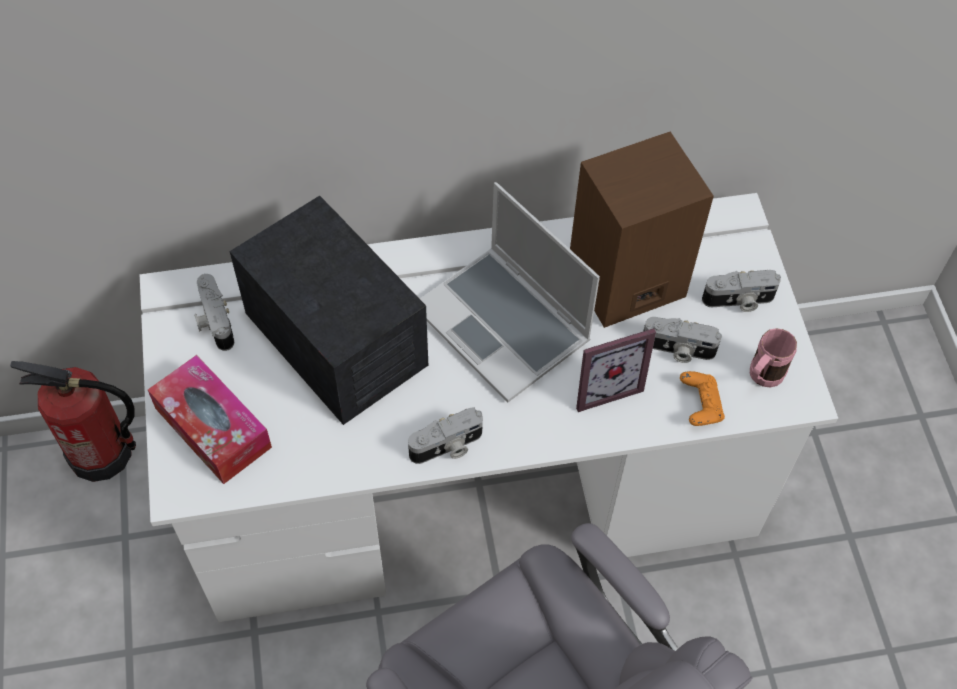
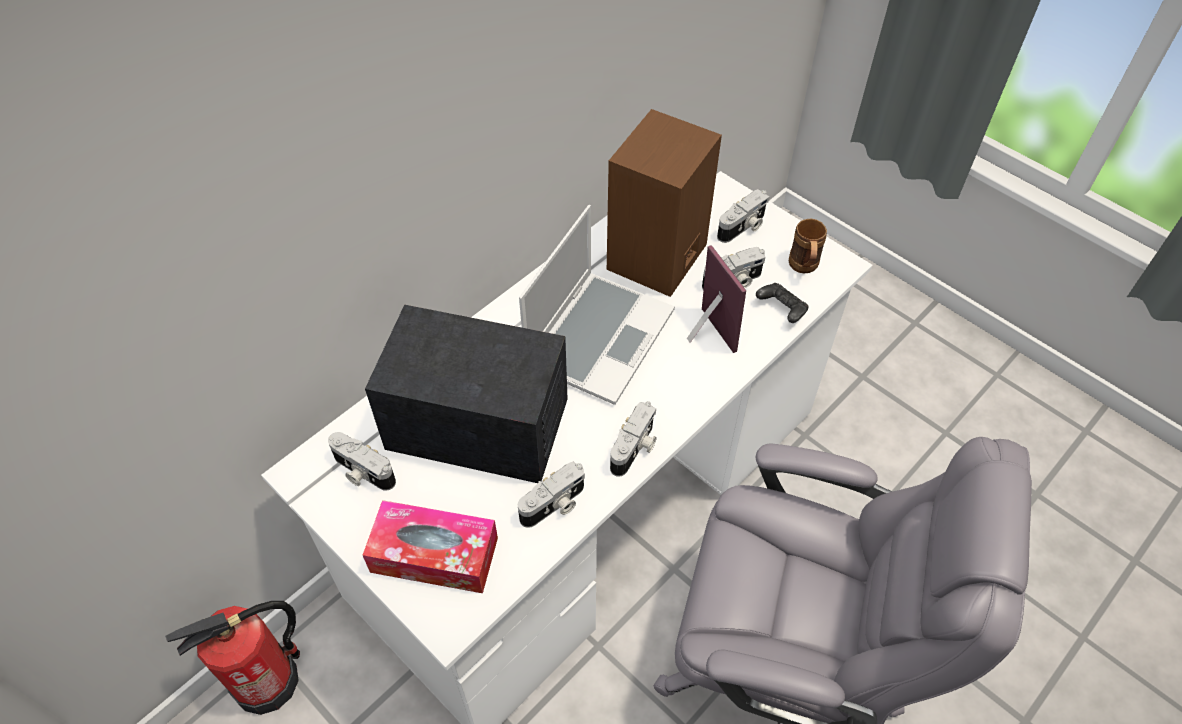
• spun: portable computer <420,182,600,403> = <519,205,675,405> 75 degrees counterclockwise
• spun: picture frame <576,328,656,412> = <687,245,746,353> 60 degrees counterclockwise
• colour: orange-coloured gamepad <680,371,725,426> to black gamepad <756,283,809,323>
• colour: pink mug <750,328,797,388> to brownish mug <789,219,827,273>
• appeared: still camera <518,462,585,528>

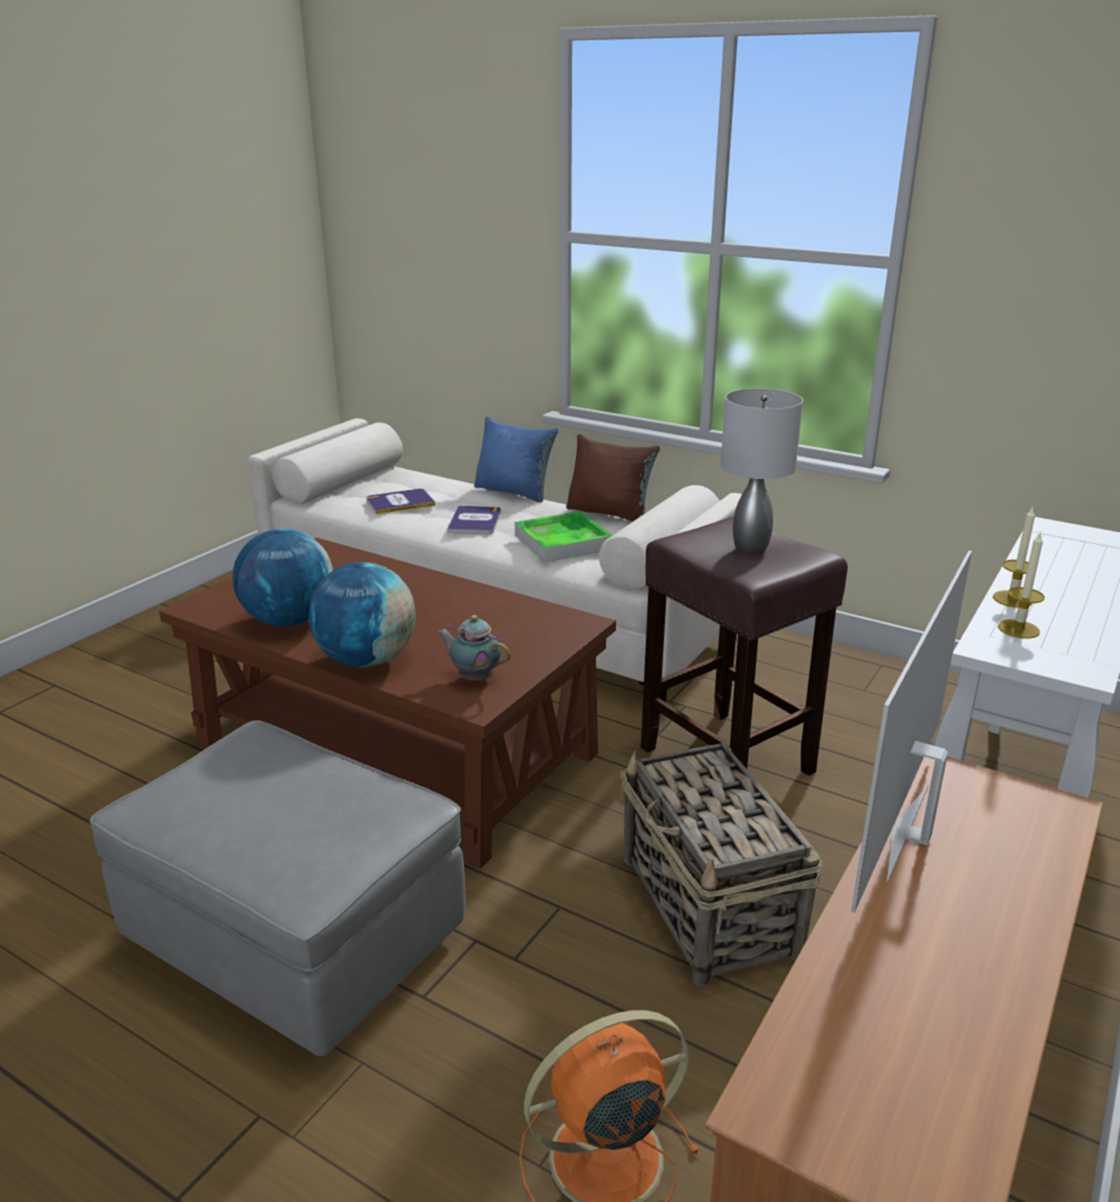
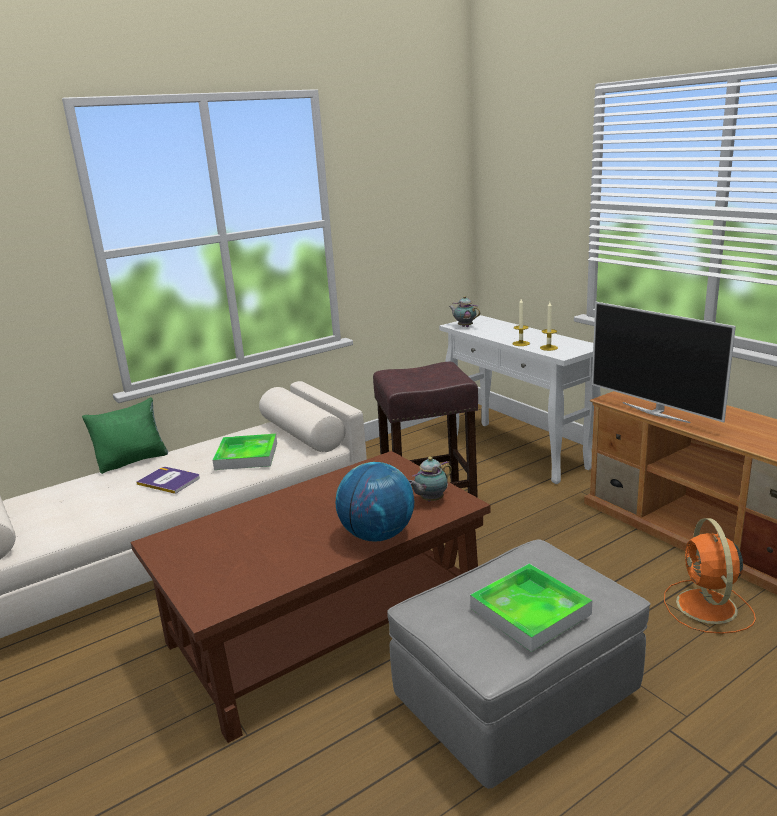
• missing: desk globe <233,528,333,627>
• missing: bound book <366,489,435,514>
• colour: bluish throw pillow <474,417,558,502> to greenish throw pillow <82,397,168,474>
• missing: brownish throw pillow <566,434,660,522>
• missing: basket <620,743,822,986>
• missing: grey table lamp <721,388,803,554>
• appeared: pot for tea <449,296,480,327>
• appeared: tray <470,564,592,652>

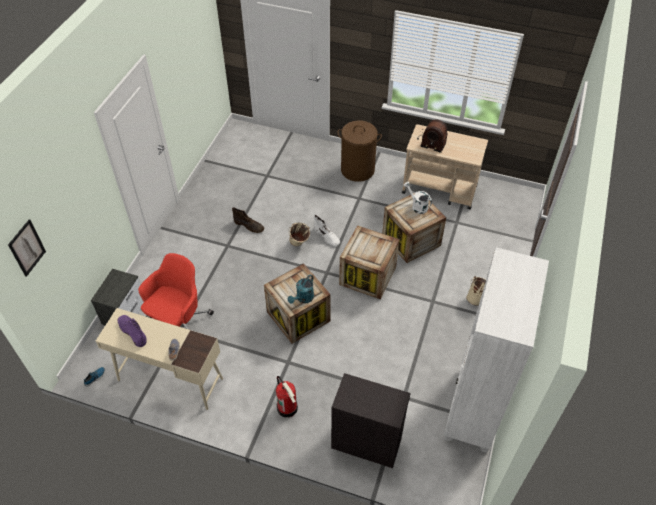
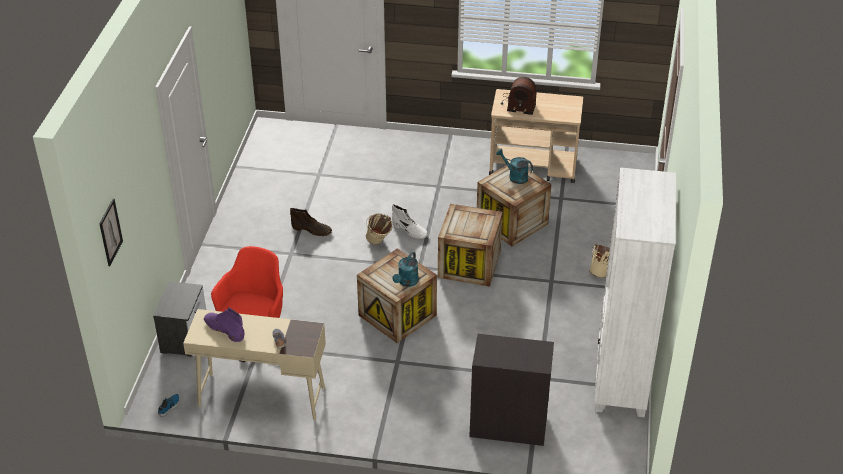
• missing: fire-fighting cylinder <276,376,298,417>
• missing: brownish hamper <337,120,382,182>
• colour: whitish sprinkling can <403,182,432,214> to turquoise-coloured sprinkling can <496,149,533,184>

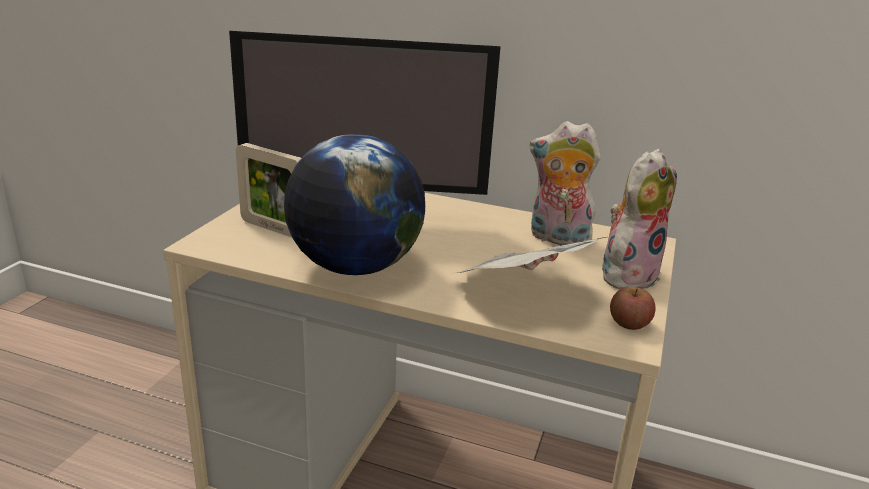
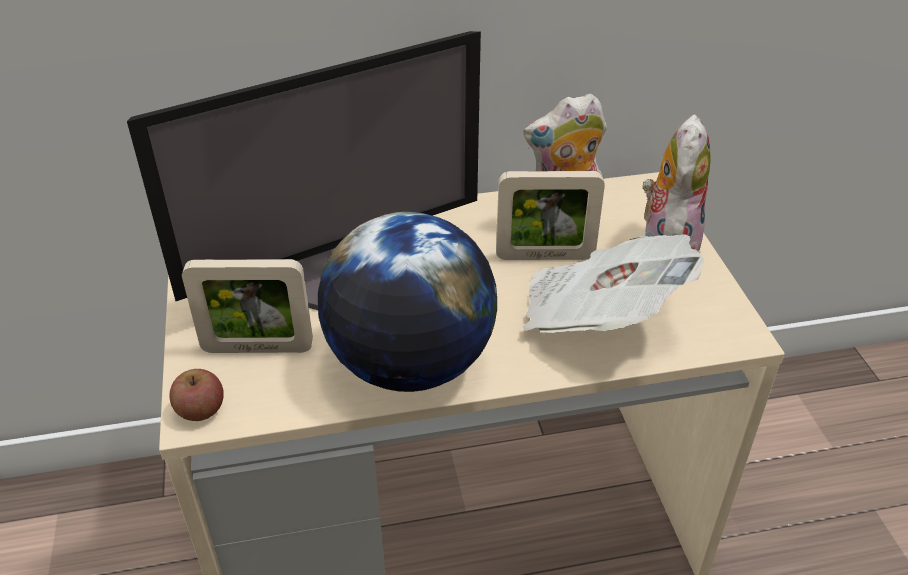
• relocated: apple <610,287,656,330> to <169,369,224,421>
• appeared: picture frame <496,171,605,260>

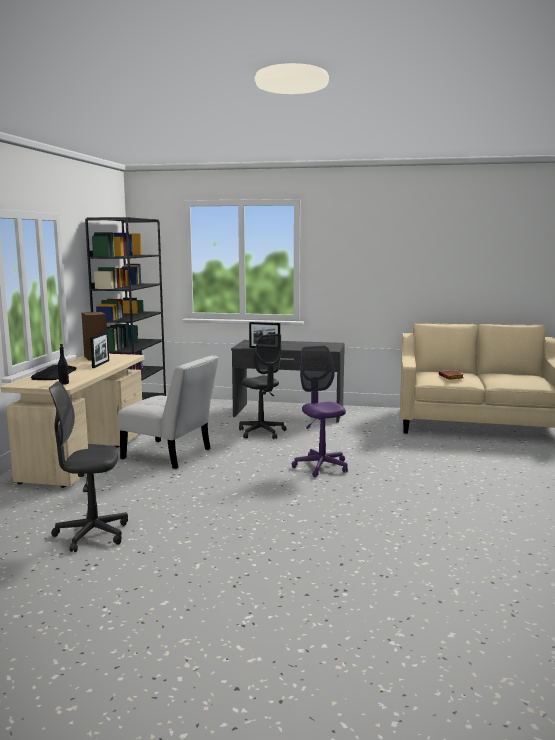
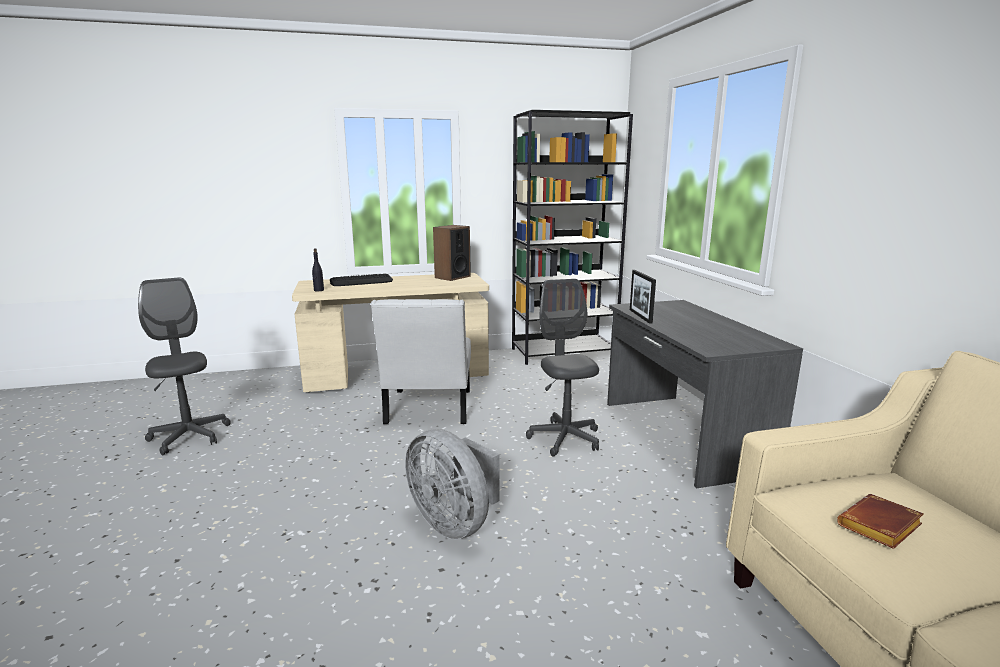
• missing: picture frame <90,332,109,368>
• spun: grey computer chair <239,334,286,439> = <526,279,599,457> 135 degrees clockwise
• exchanged: purplish computer chair <292,345,348,477> to grey electric fan <405,429,500,540>

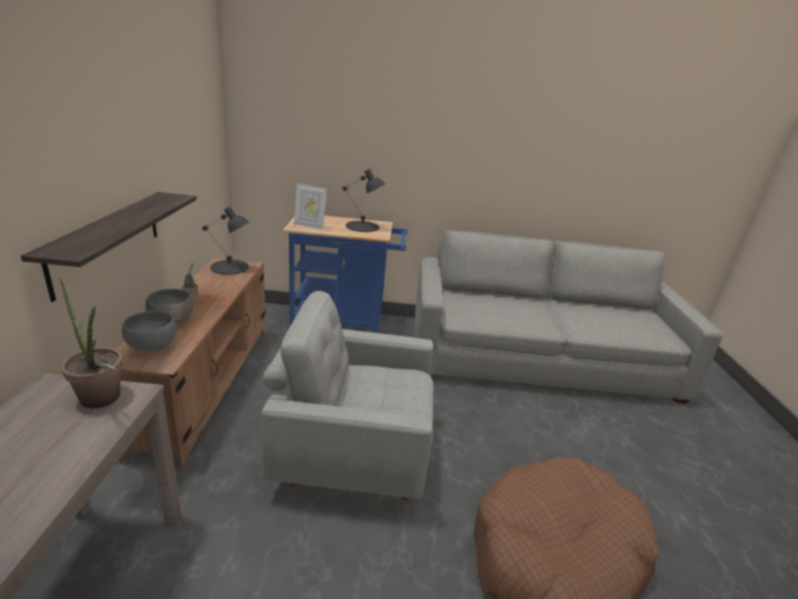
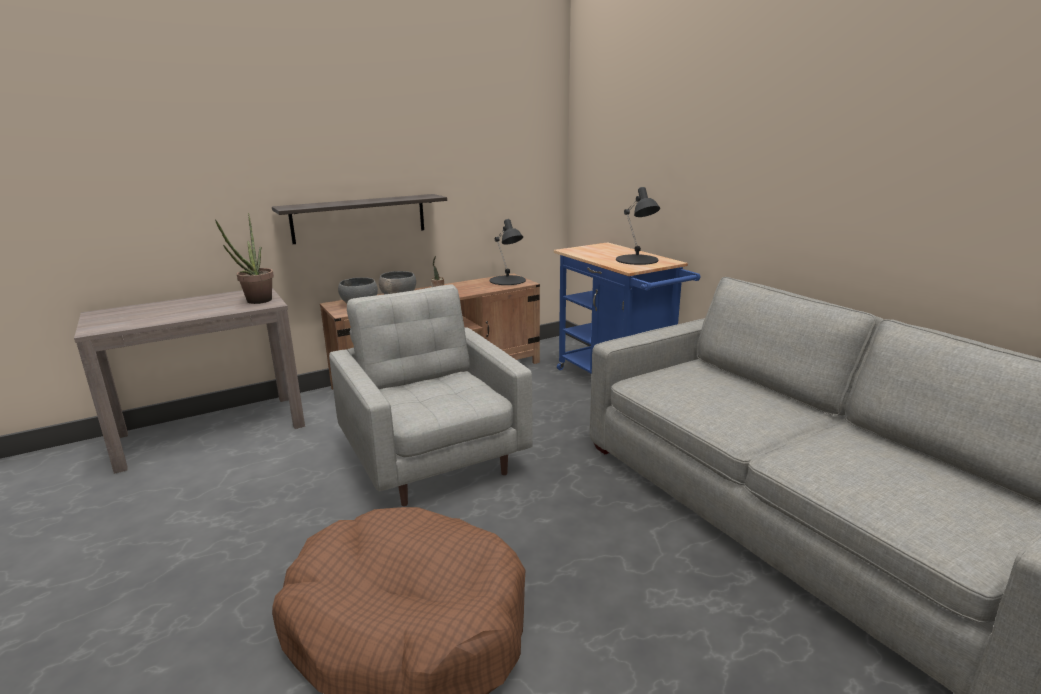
• missing: picture frame <294,184,327,230>

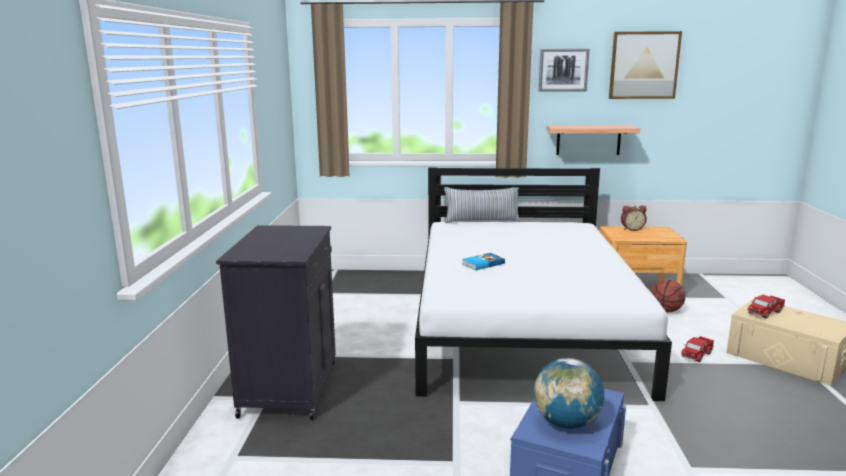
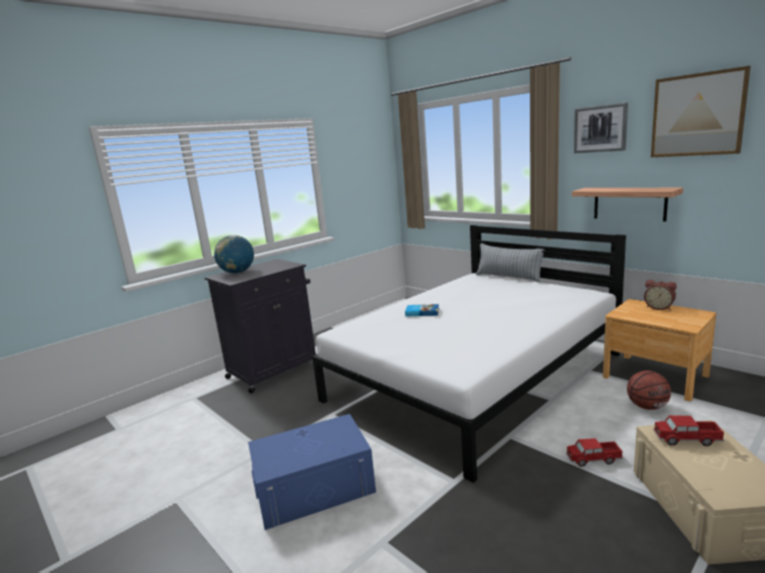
• relocated: desk globe <534,358,604,429> to <214,235,254,274>

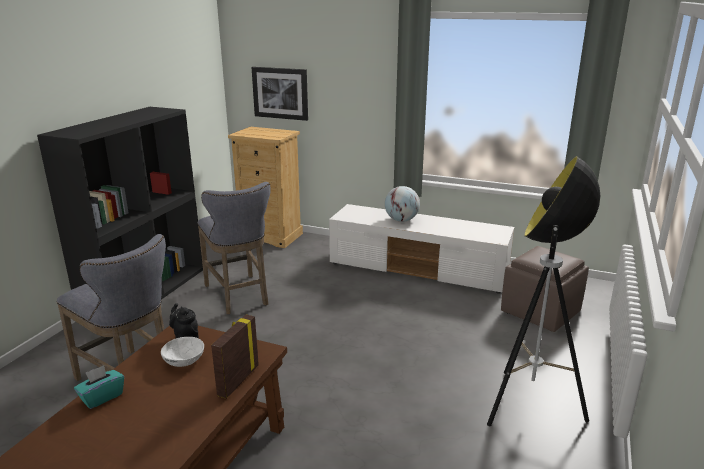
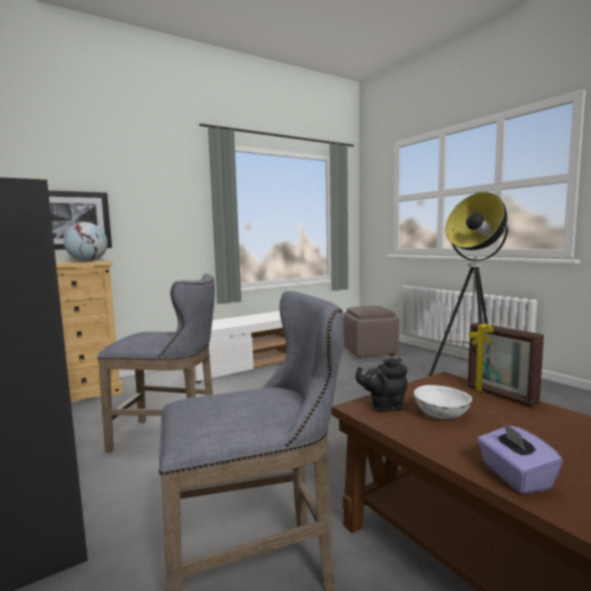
• colour: turquoise-coloured tissue box <74,365,124,409> to purplish tissue box <477,421,563,494>
• relocated: desk globe <385,186,420,222> to <63,222,108,262>

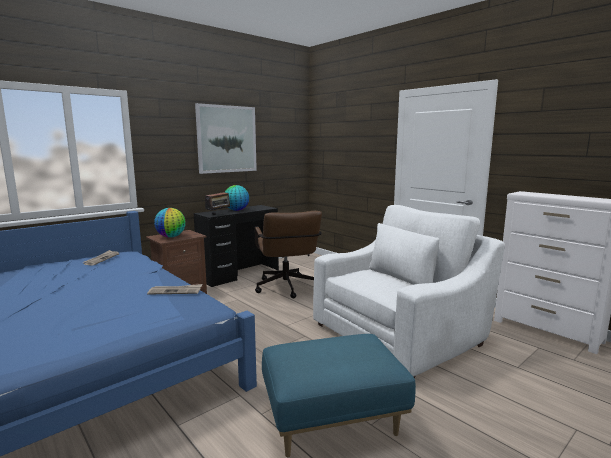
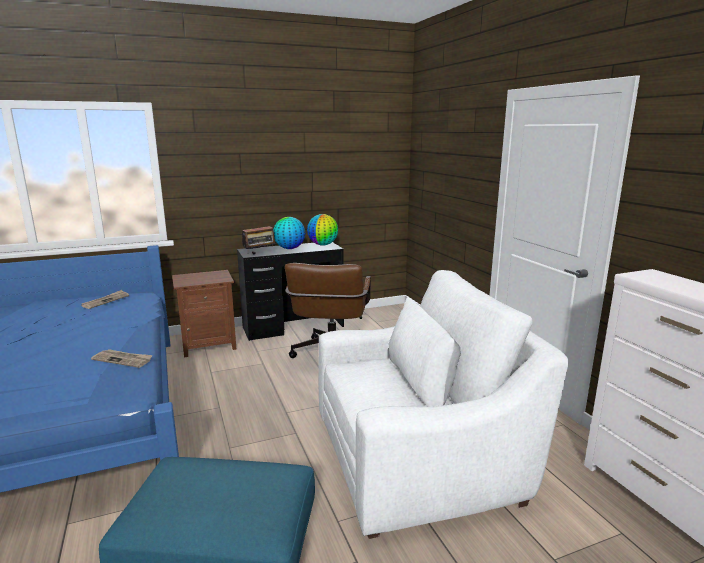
• relocated: desk globe <154,208,186,238> to <307,214,338,246>
• missing: wall art <195,103,257,174>

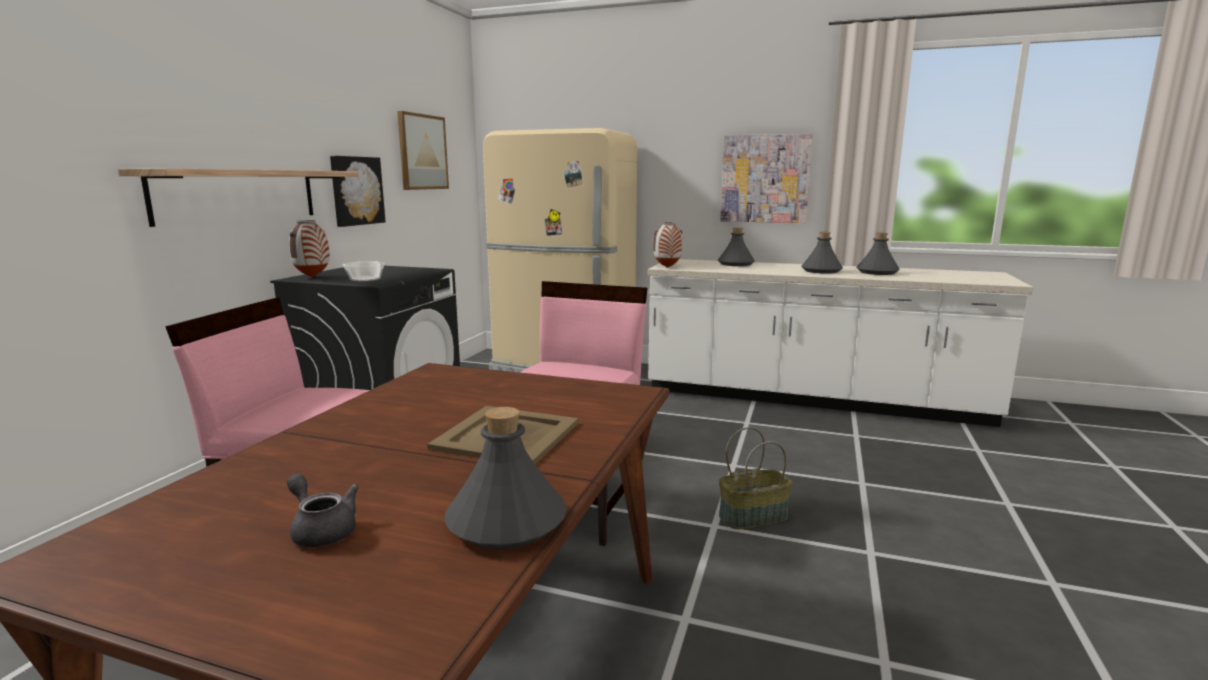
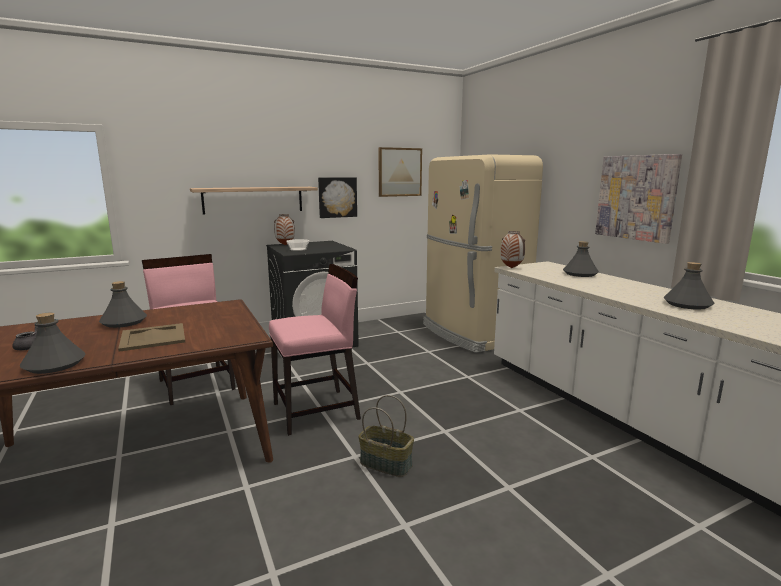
• relocated: grey drink bottle <801,232,843,274> to <99,281,147,328>

